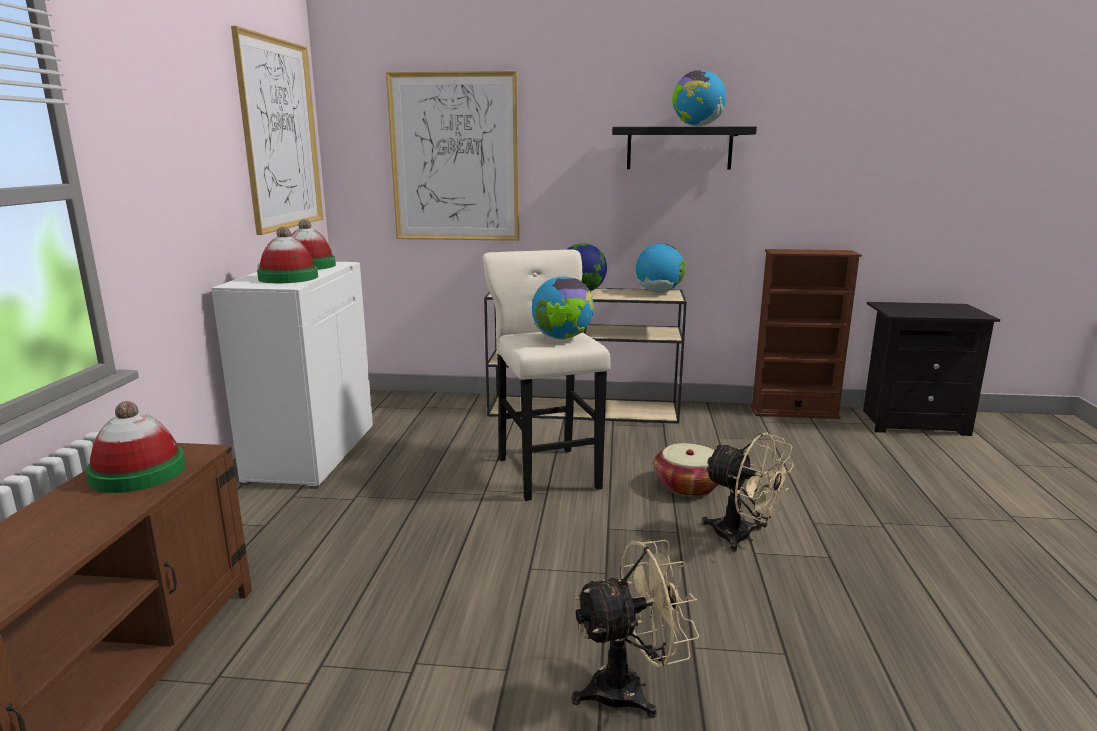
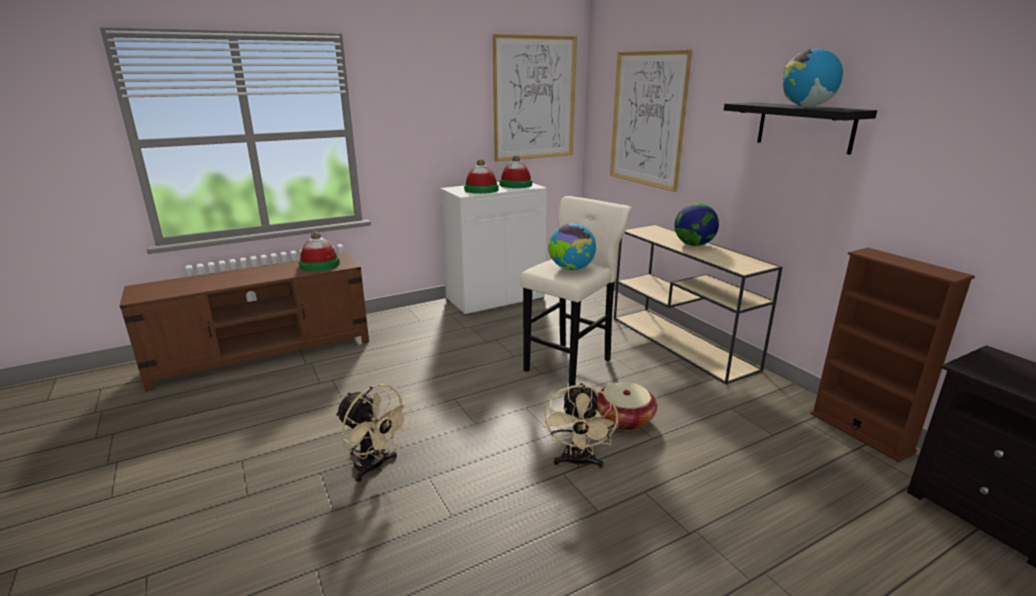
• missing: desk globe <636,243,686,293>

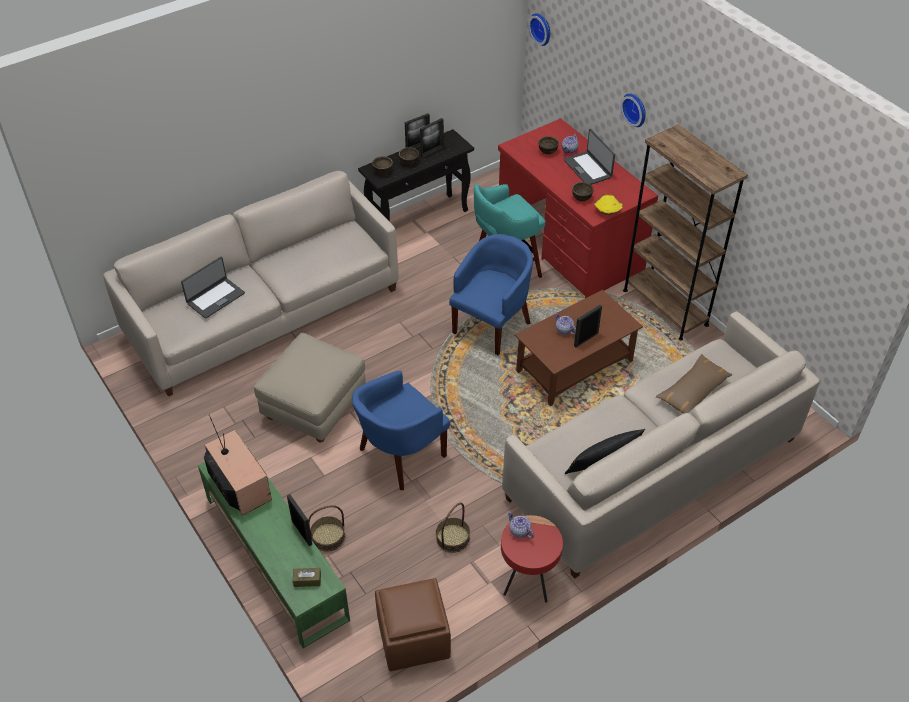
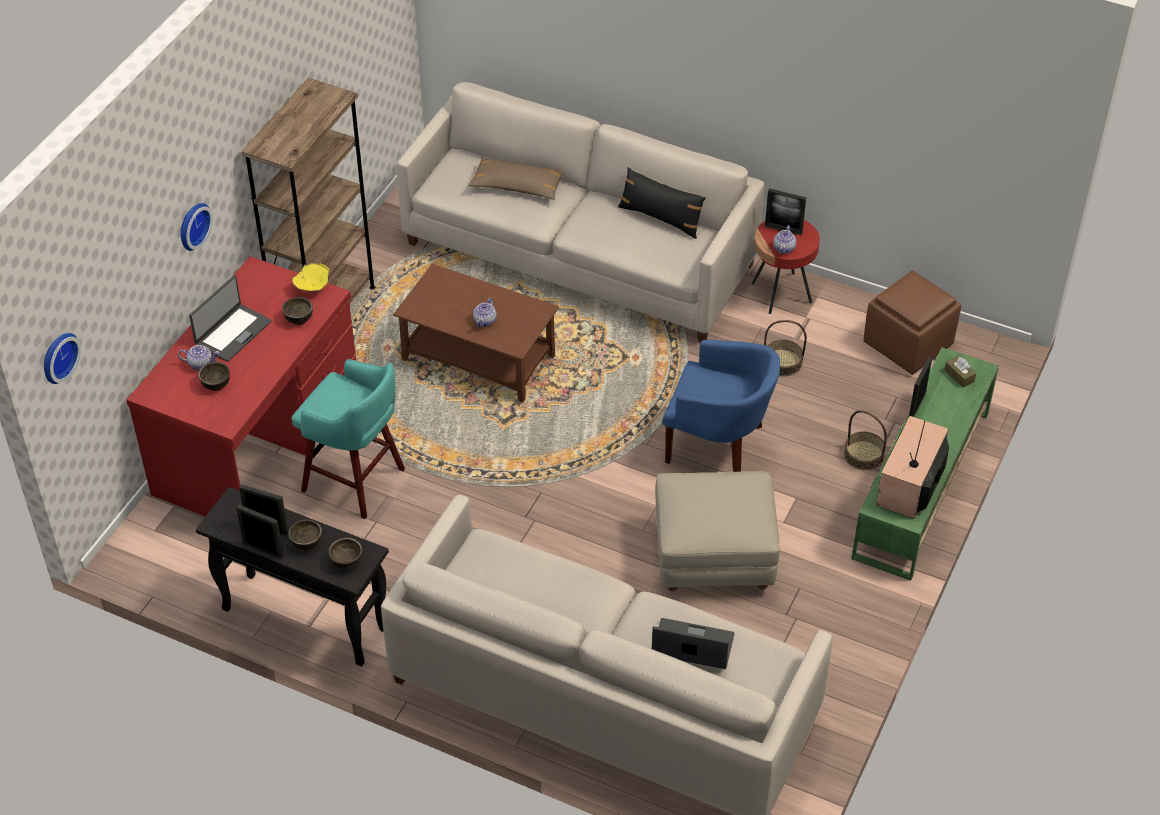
• missing: bluish lounge chair <449,234,533,355>
• relocated: picture frame <574,305,602,347> to <765,188,806,235>

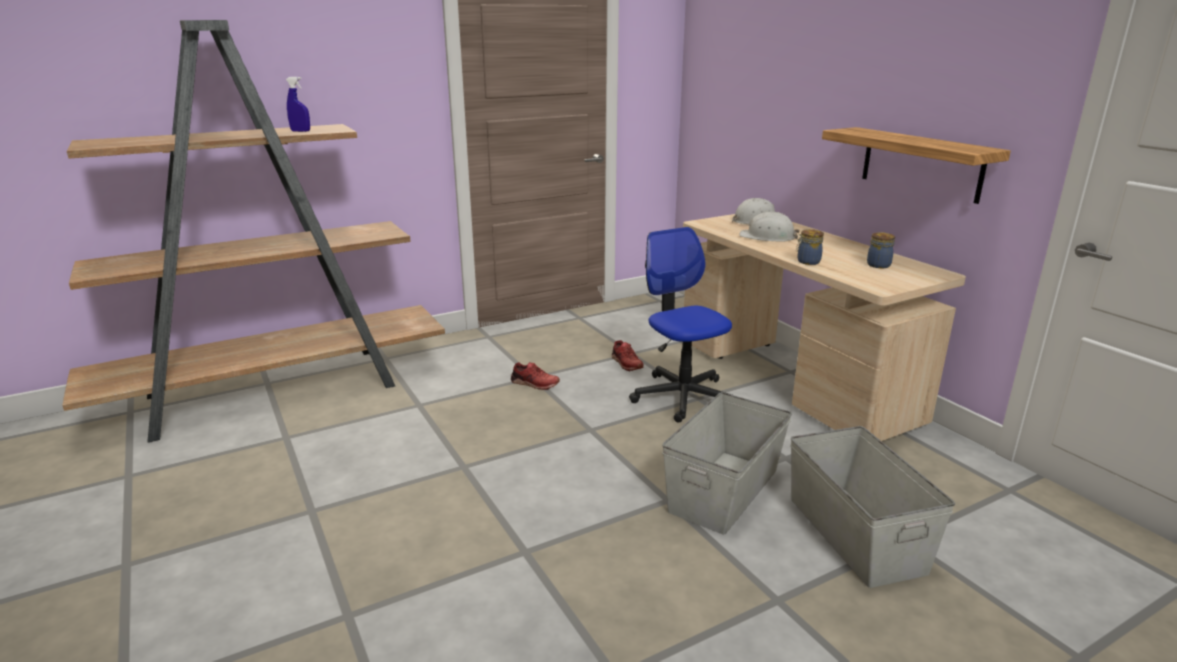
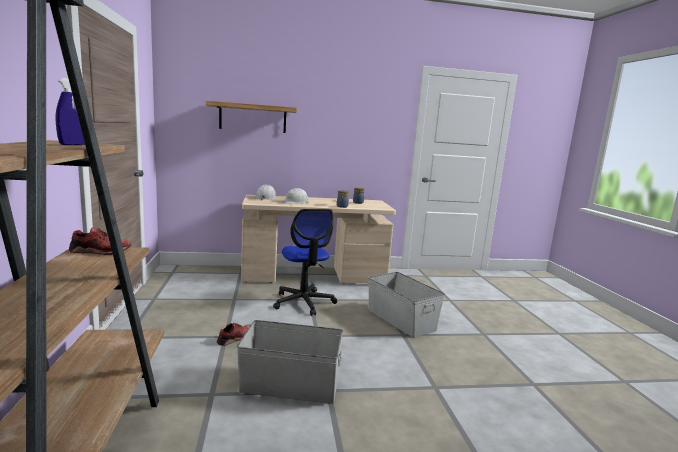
• relocated: reddish shoe <612,340,644,371> to <69,227,131,255>
• spun: computer chair <629,227,732,422> = <273,209,337,316> 105 degrees counterclockwise
• relocated: grey storage container <790,426,955,588> to <237,320,343,404>
• relocated: shelf <822,127,1011,204> to <206,101,297,133>

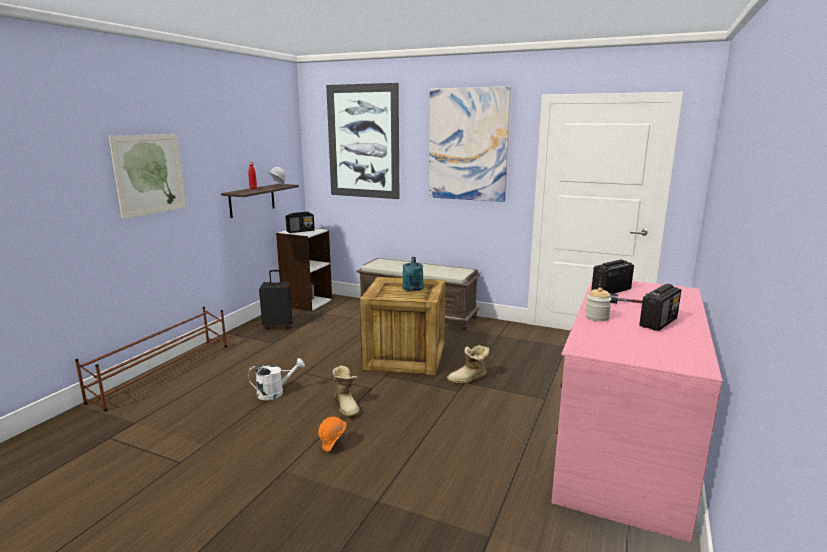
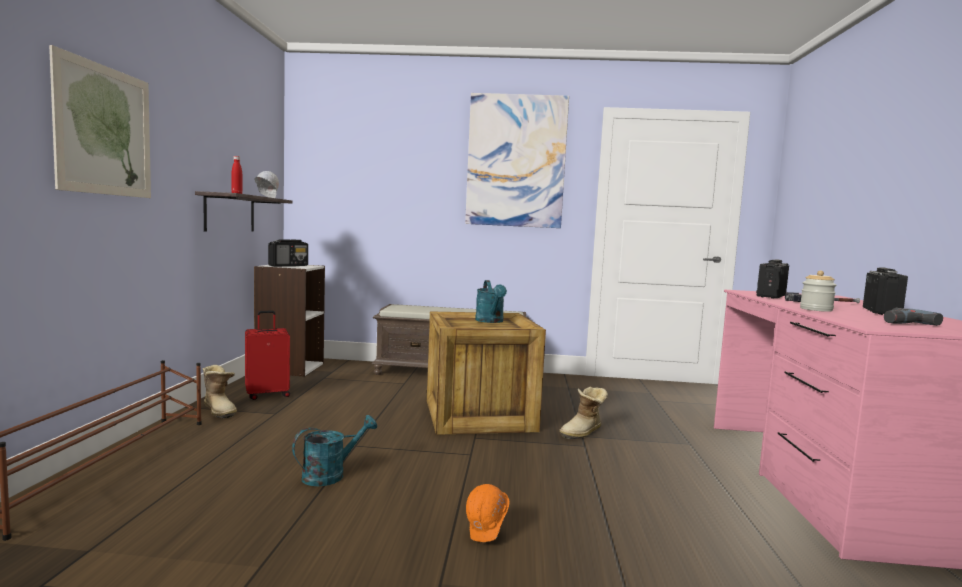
• colour: whitish sprinkling can <248,358,305,400> to turquoise-coloured sprinkling can <292,415,377,486>
• colour: black suitcase <259,270,293,330> to reddish suitcase <245,311,290,400>
• missing: wall art <326,83,399,199>
• relocated: high-top boot <332,366,359,418> to <203,365,237,418>
• appeared: electric drill <884,308,943,326>

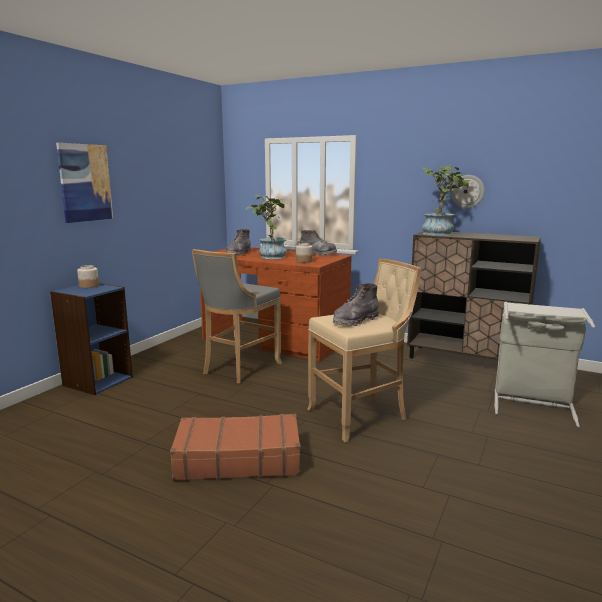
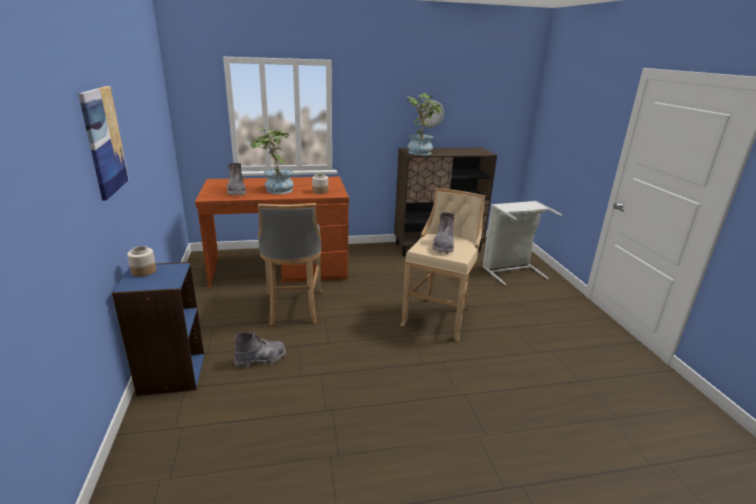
• missing: brownish suitcase <170,414,301,481>
• relocated: grey high-top boot <300,230,337,256> to <234,332,286,367>

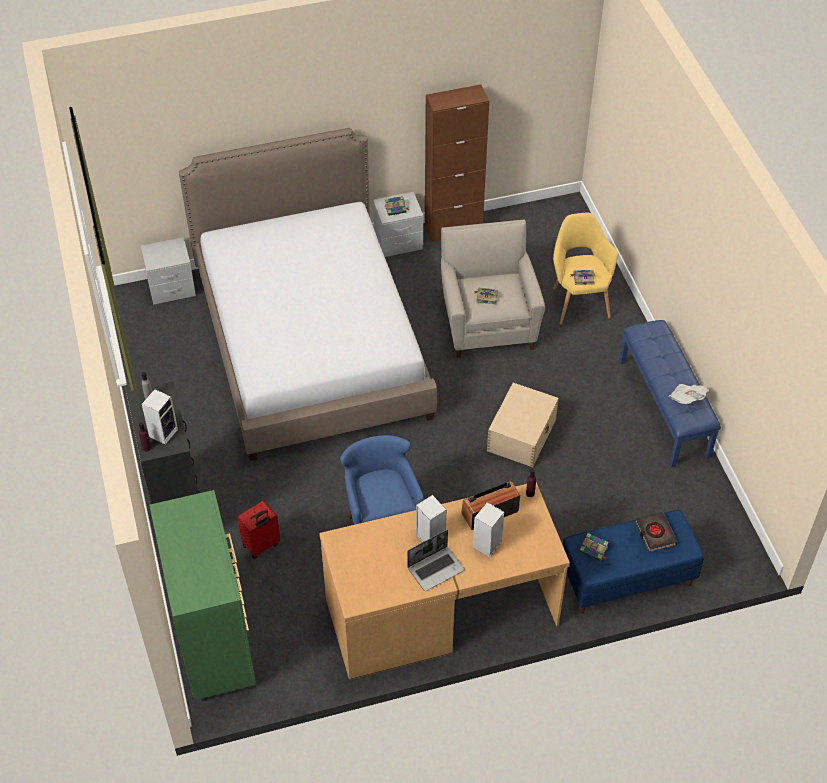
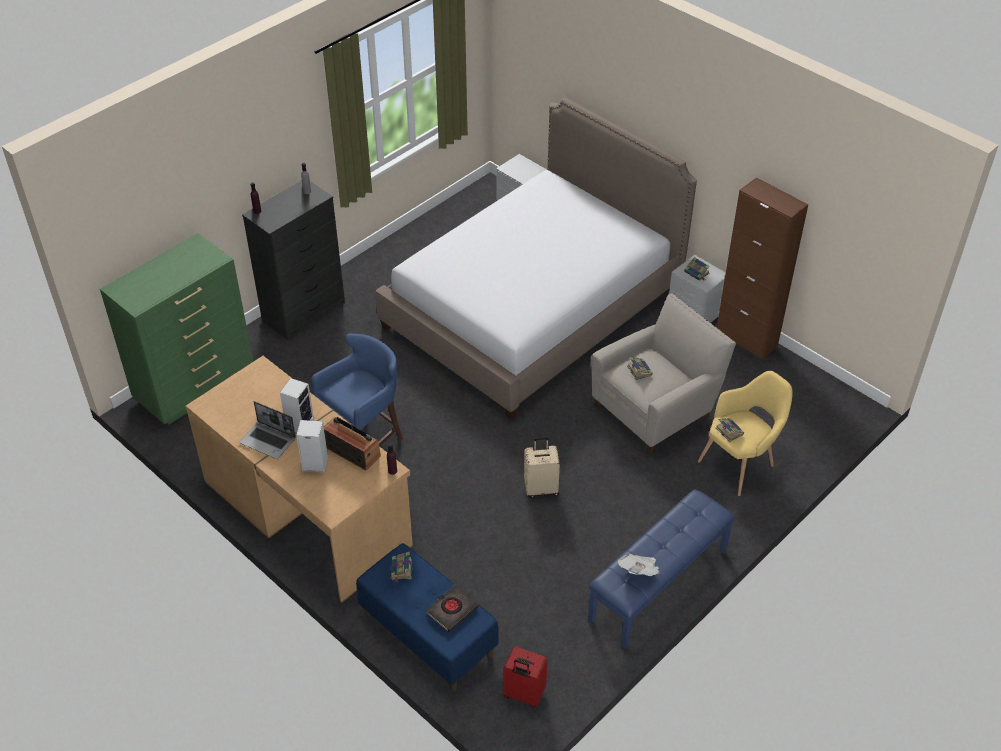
• missing: speaker <142,389,178,445>
• relocated: reddish suitcase <238,501,280,559> to <503,646,548,708>
• exchanged: beige storage container <487,383,559,467> to beige suitcase <524,437,560,498>

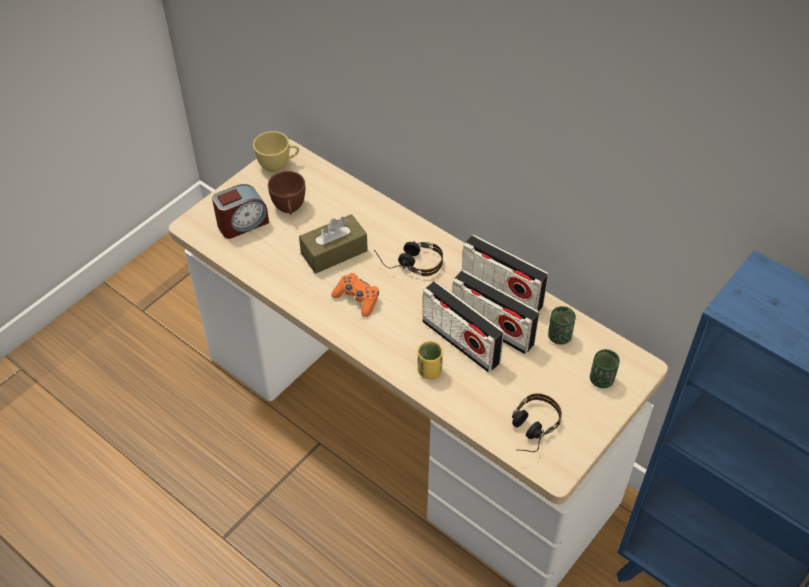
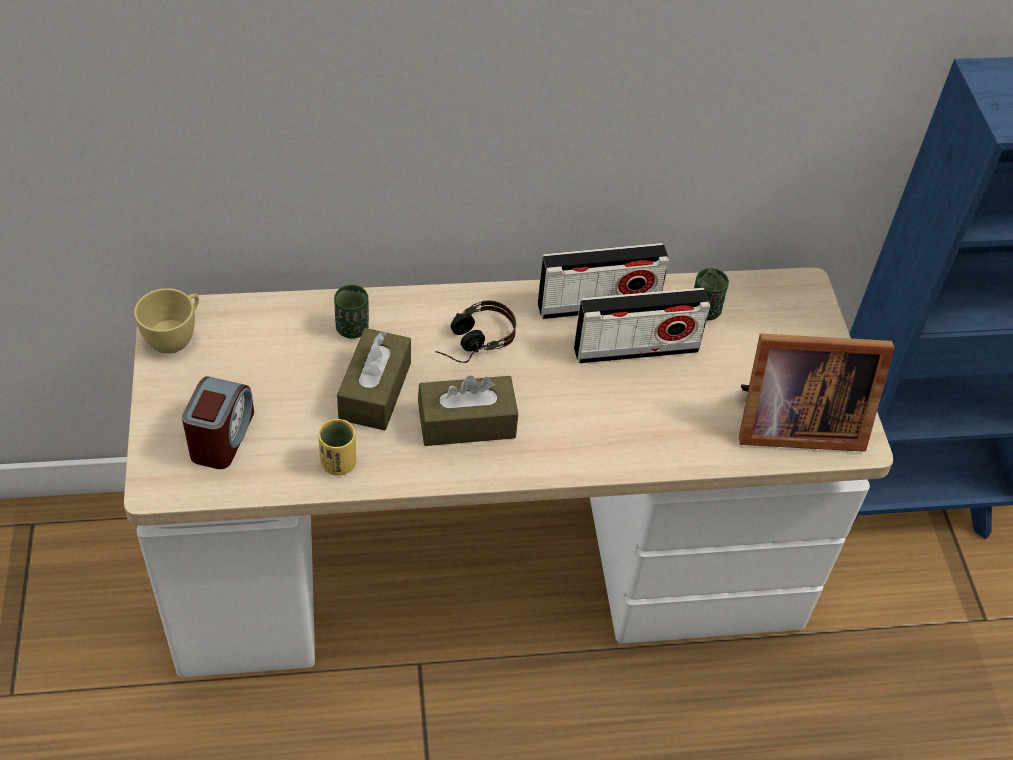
• missing: brownish small cup <268,171,305,215>
• exchanged: orange-coloured gamepad <331,273,379,317> to brownish tissue box <418,376,518,446>
• relocated: yellow-coloured small cup <418,341,443,380> to <318,419,356,476>
• missing: radio <423,281,504,373>
• exchanged: headphones <512,393,562,452> to picture frame <739,333,895,452>
• relocated: greenish small cup <590,349,620,388> to <334,285,369,339>

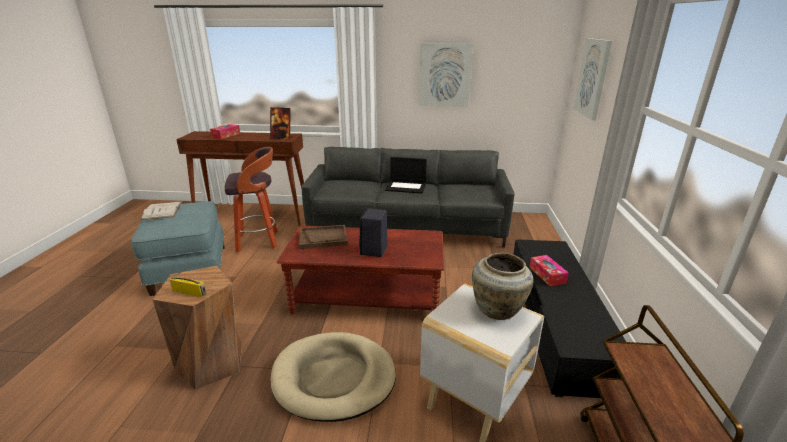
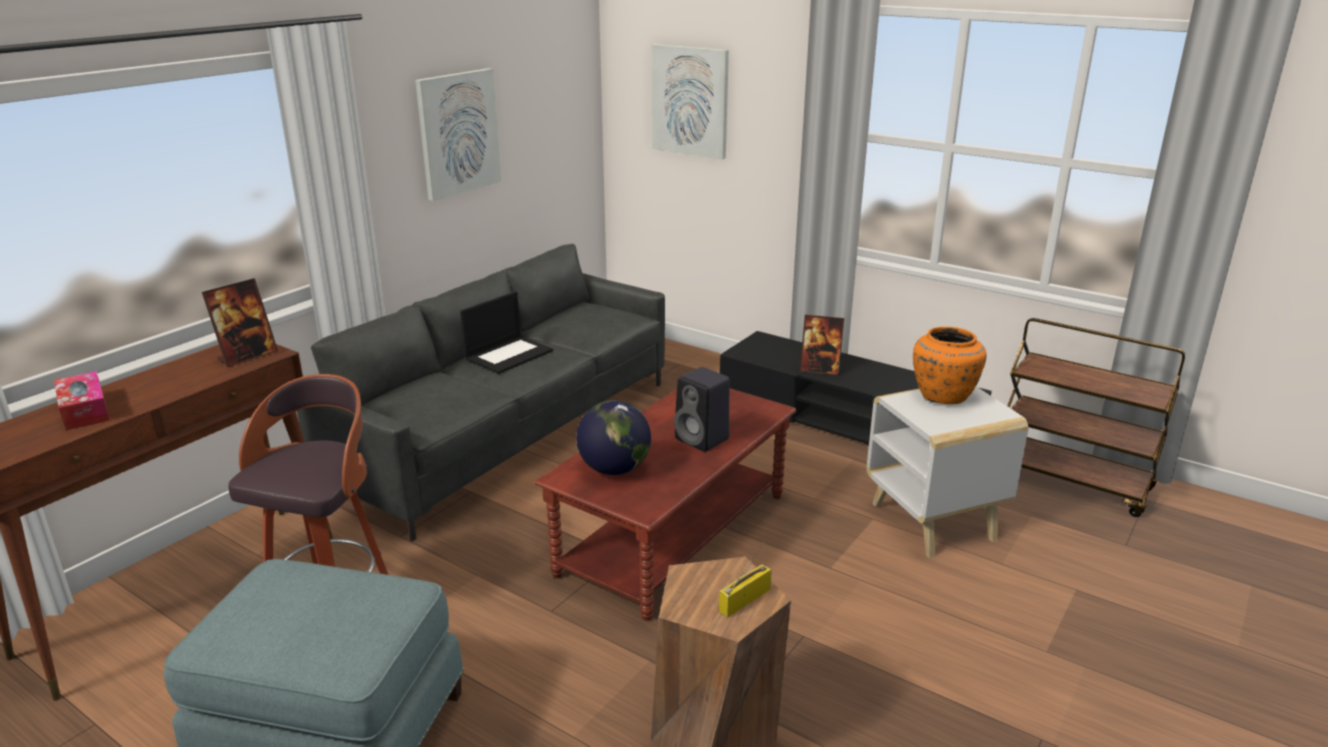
• missing: whitish bound book <141,202,182,220>
• missing: beige dog bed <271,332,396,422>
• exchanged: brownish tray <299,225,348,249> to desk globe <576,400,651,475>
• colour: beige decorative vase <472,253,534,320> to orange-coloured decorative vase <913,327,987,404>
• exchanged: tissue box <529,255,569,286> to picture frame <800,315,845,375>

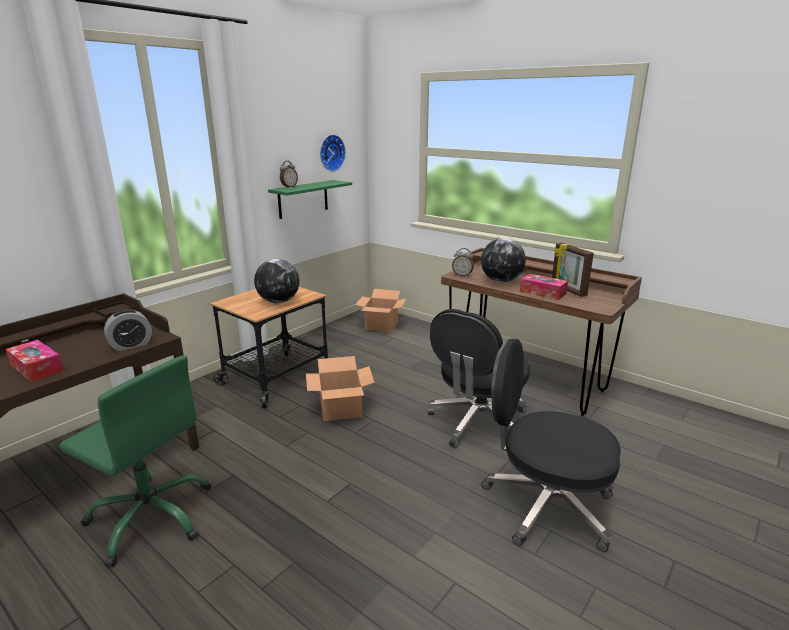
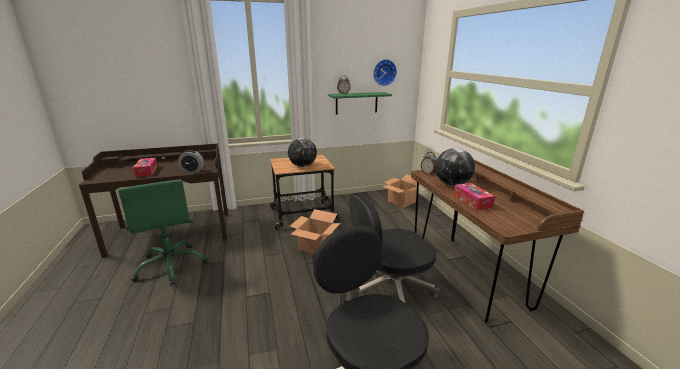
• missing: picture frame <552,243,594,297>

